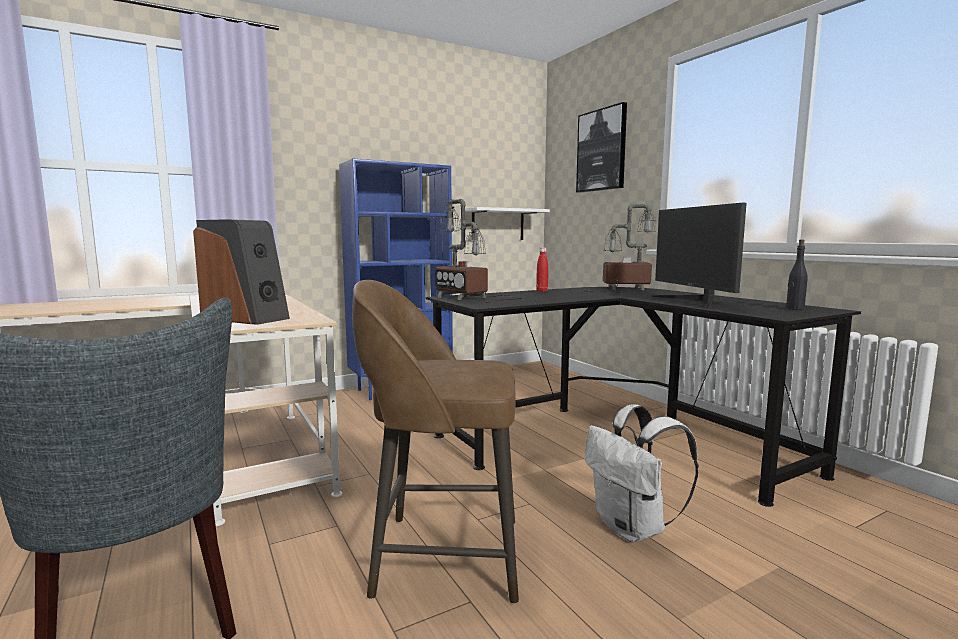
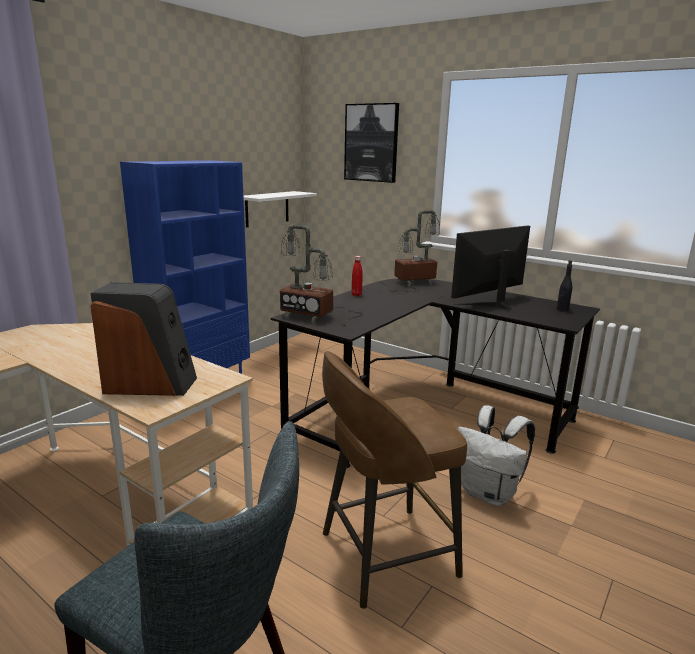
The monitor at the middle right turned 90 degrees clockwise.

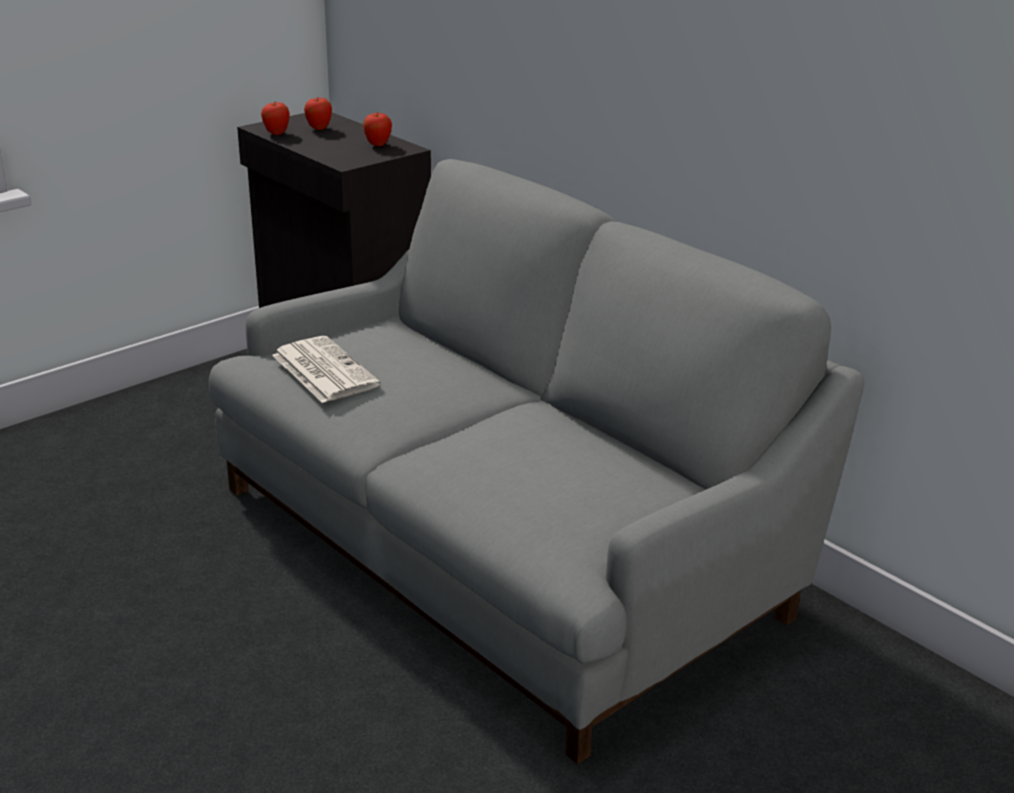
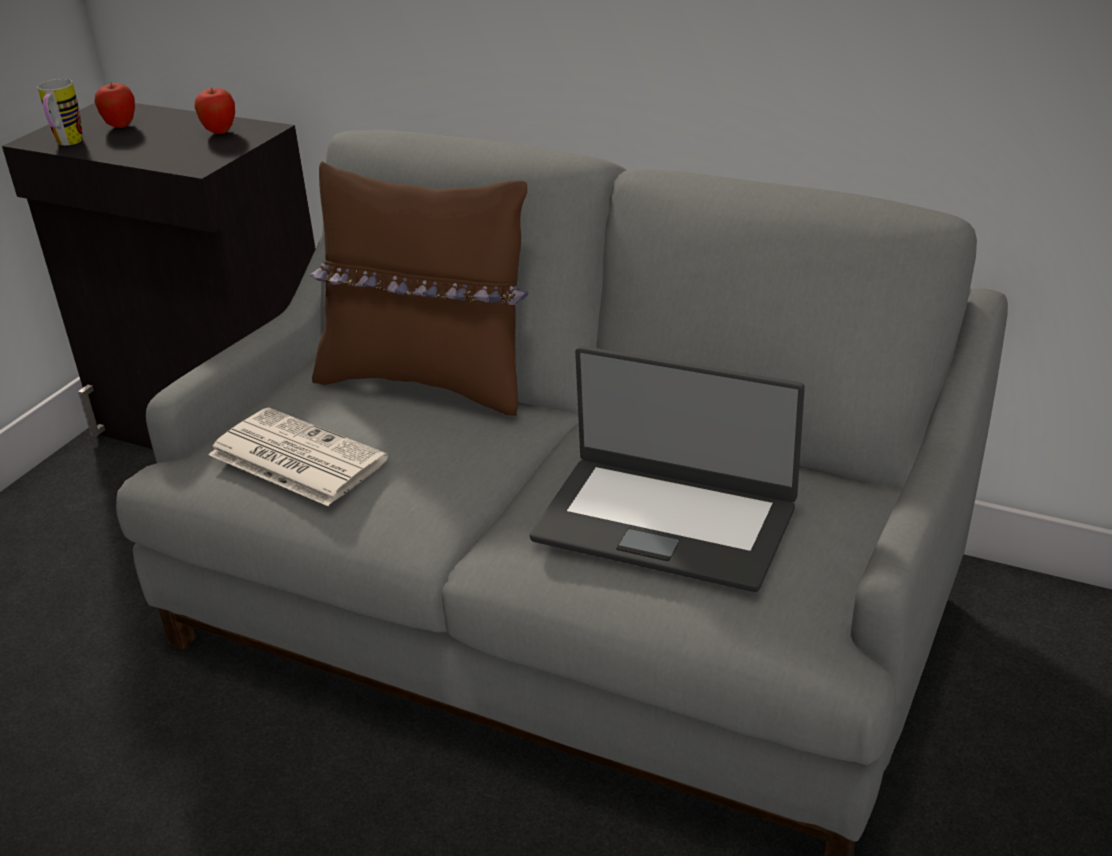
The pillow (brown) at the centre appeared.
The laptop at the centre appeared.
The apple (no. 1 from left) at the top left was replaced by the mug at the top left.

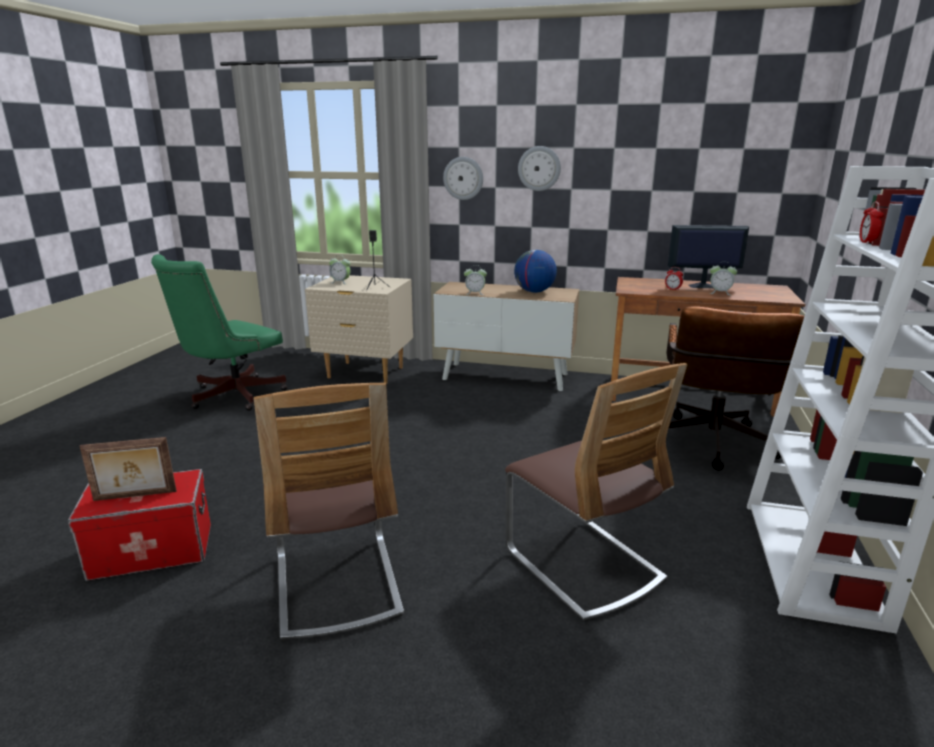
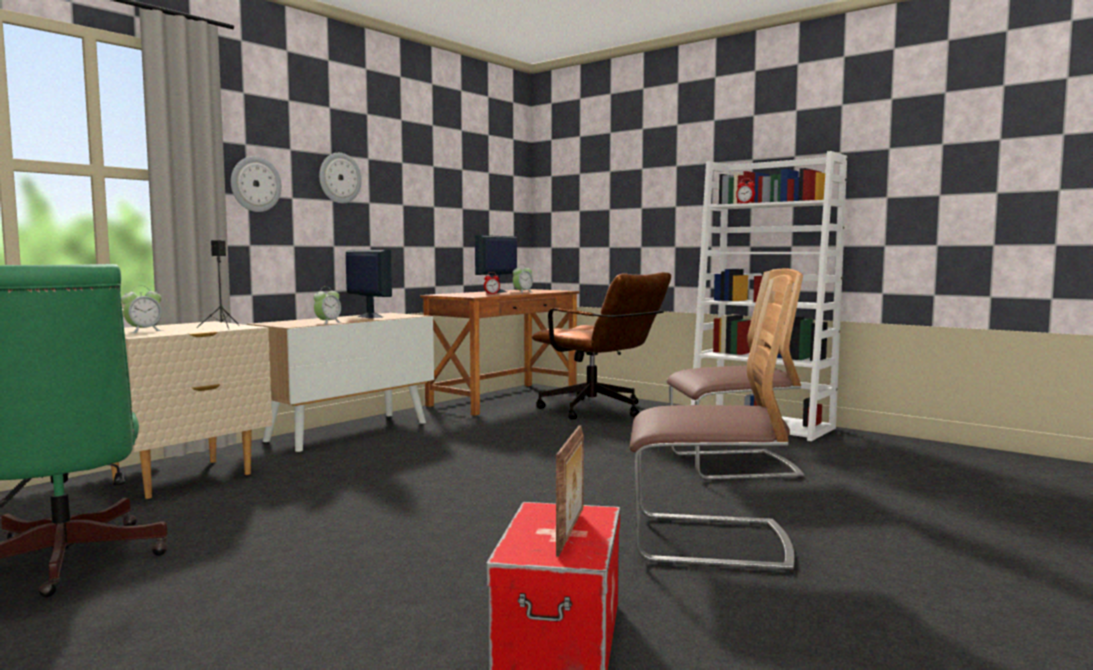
The globe at the centre was replaced by the monitor (no. 1 from left) at the centre.

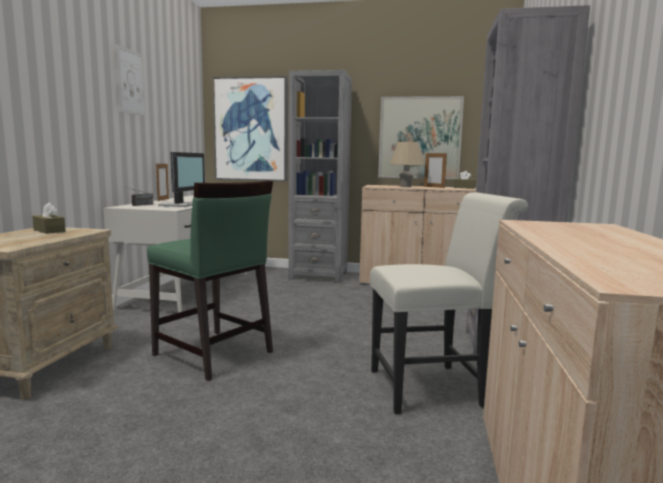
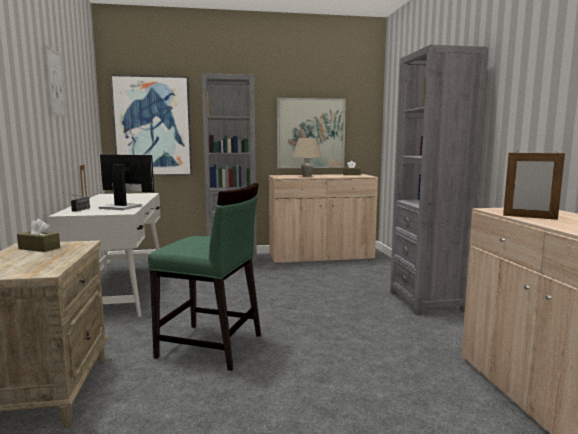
The chair (white) at the middle right disappeared.
The picture frame (no. 2 from left) moved from the centre to the middle right.
The monitor at the middle left turned 60 degrees counterclockwise.

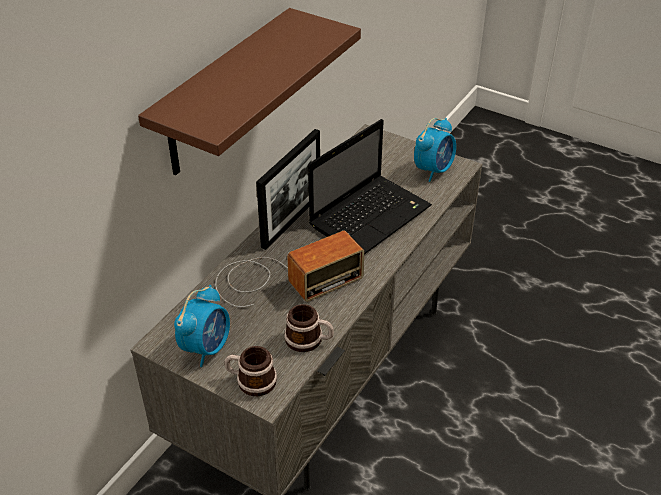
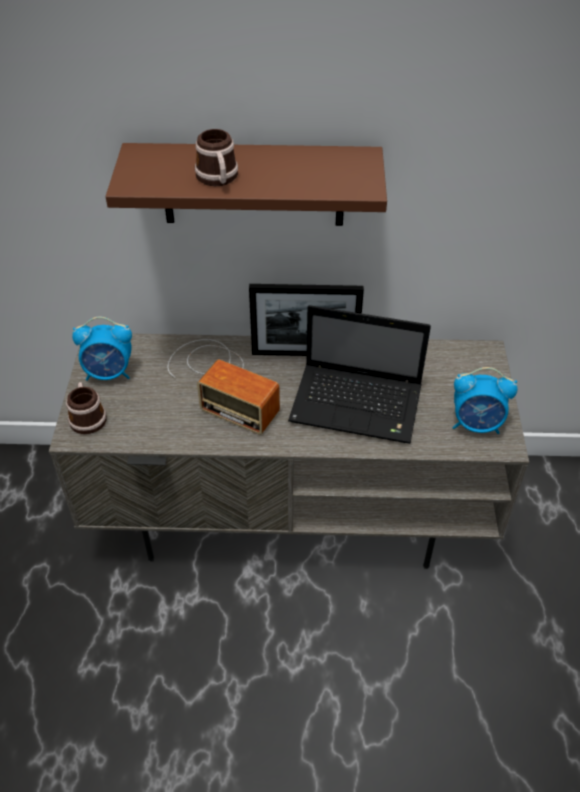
The mug (no. 2 from left) moved from the centre to the top centre.

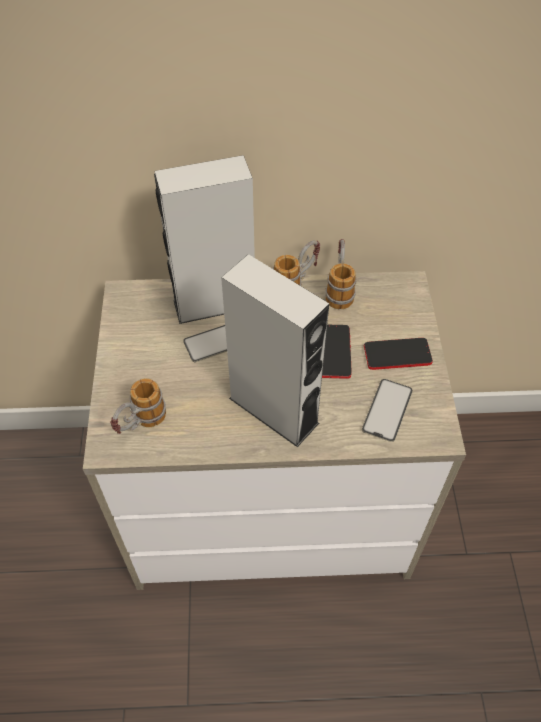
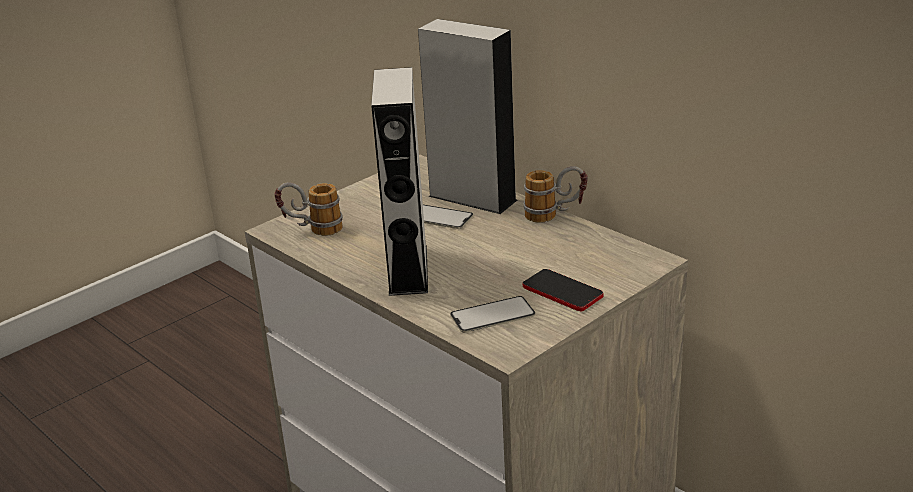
The phone (no. 2 from left) at the centre disappeared.
The mug (no. 3 from left) at the centre disappeared.

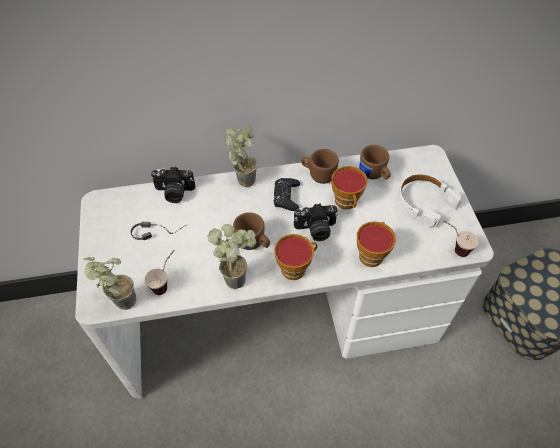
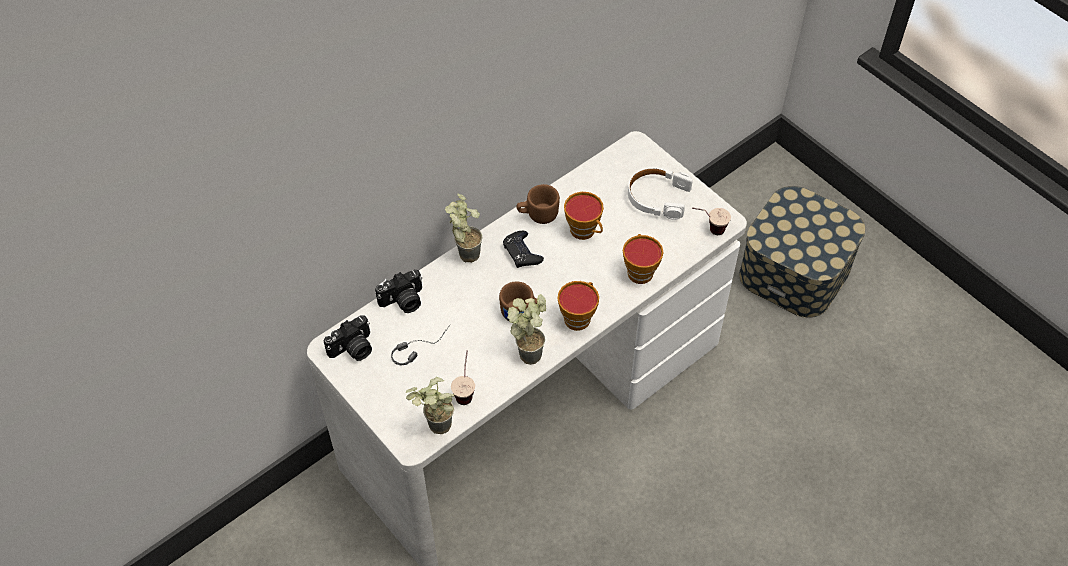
The mug (brown) (no. 3 from left) at the middle right disappeared.
The photo camera (no. 2 from left in the first image) moved from the centre to the middle left.

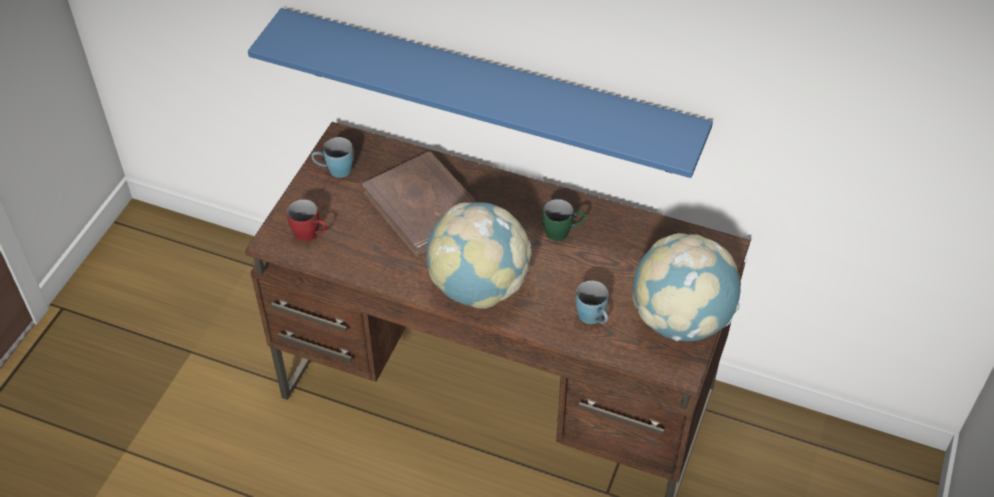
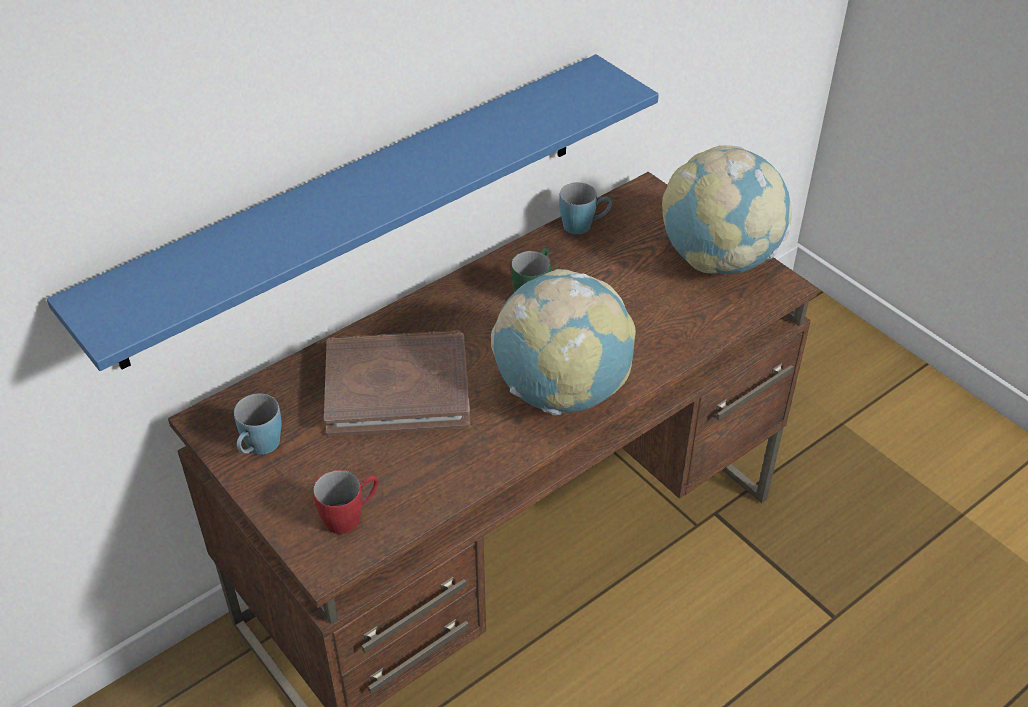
The mug (blue) (no. 2 from left) moved from the centre to the top centre.

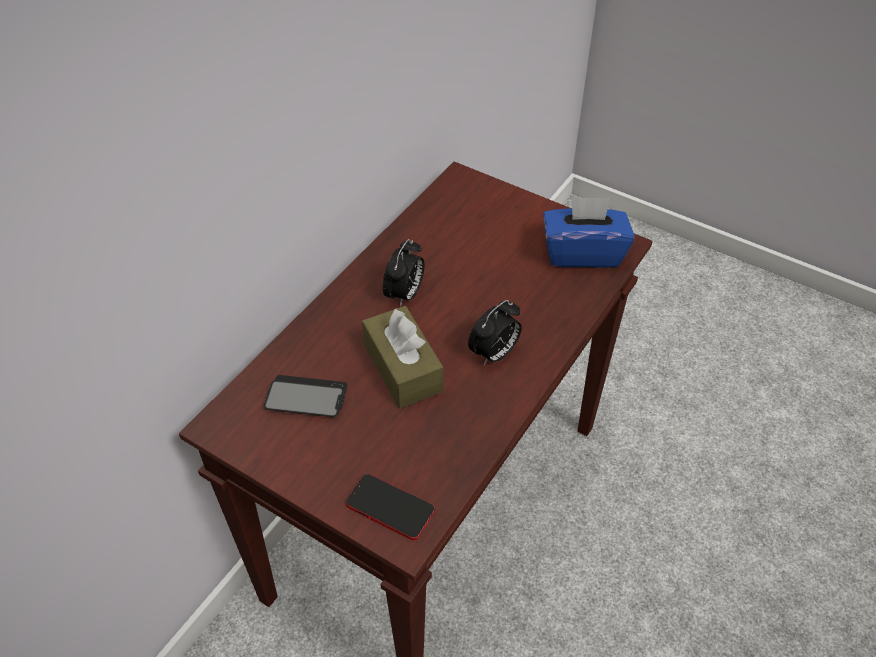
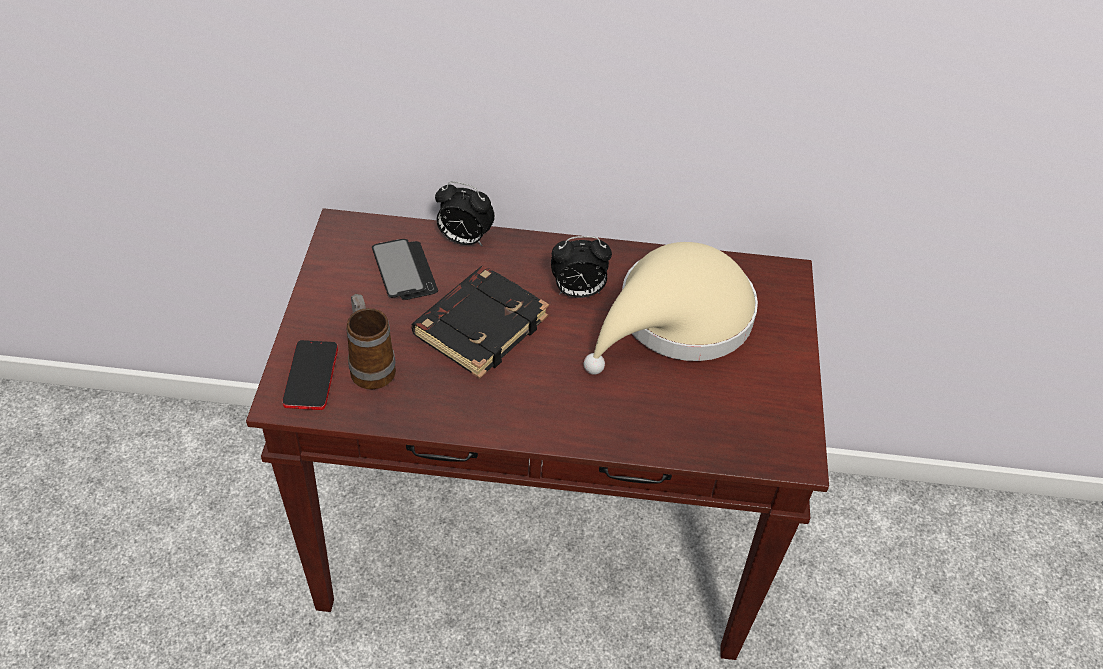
The tissue box (blue) at the middle right disappeared.
The mug at the centre appeared.
The hat (beige) at the centre appeared.
The alarm clock (no. 2 from left in the first image) moved from the centre to the top centre.
The tissue box (brown) at the centre was replaced by the book (black) at the centre.

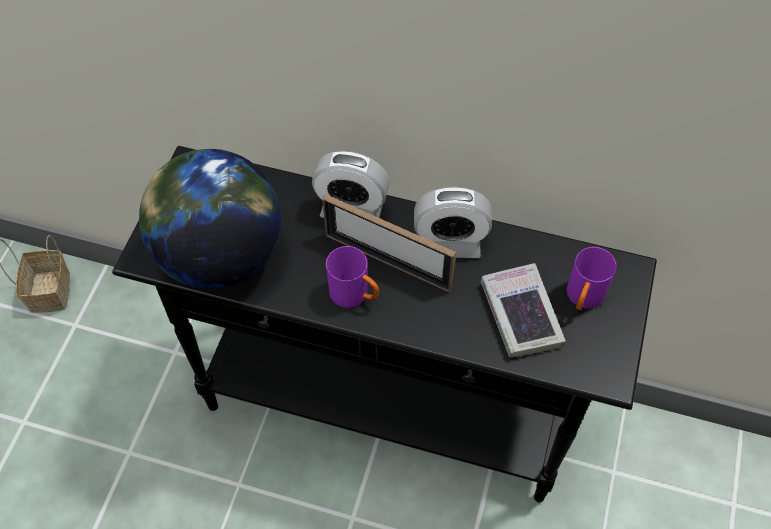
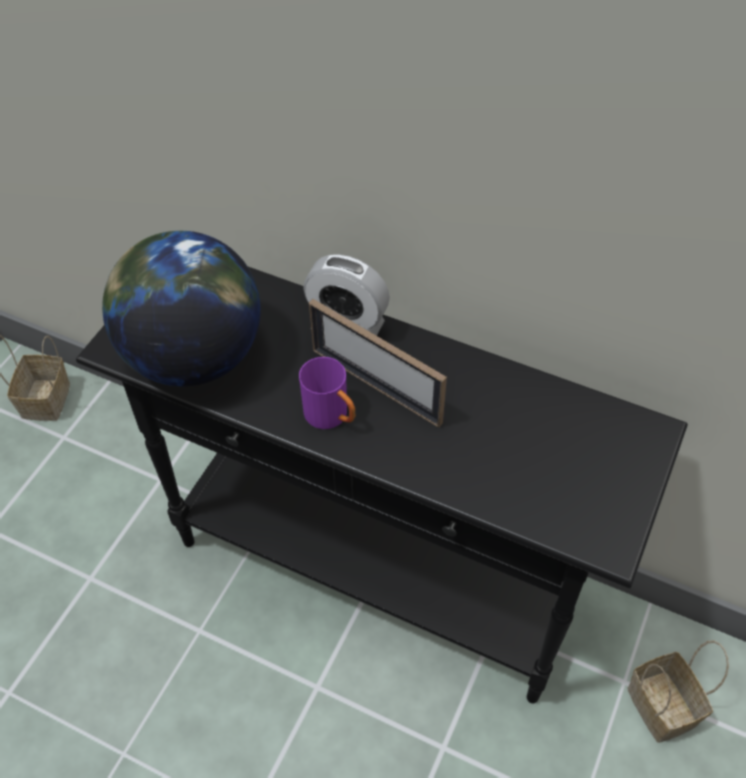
The alarm clock (no. 2 from left) at the centre disappeared.
The book at the middle right disappeared.
The mug (purple) (no. 2 from left) at the middle right disappeared.
The basket (no. 2 from left) at the bottom right appeared.

